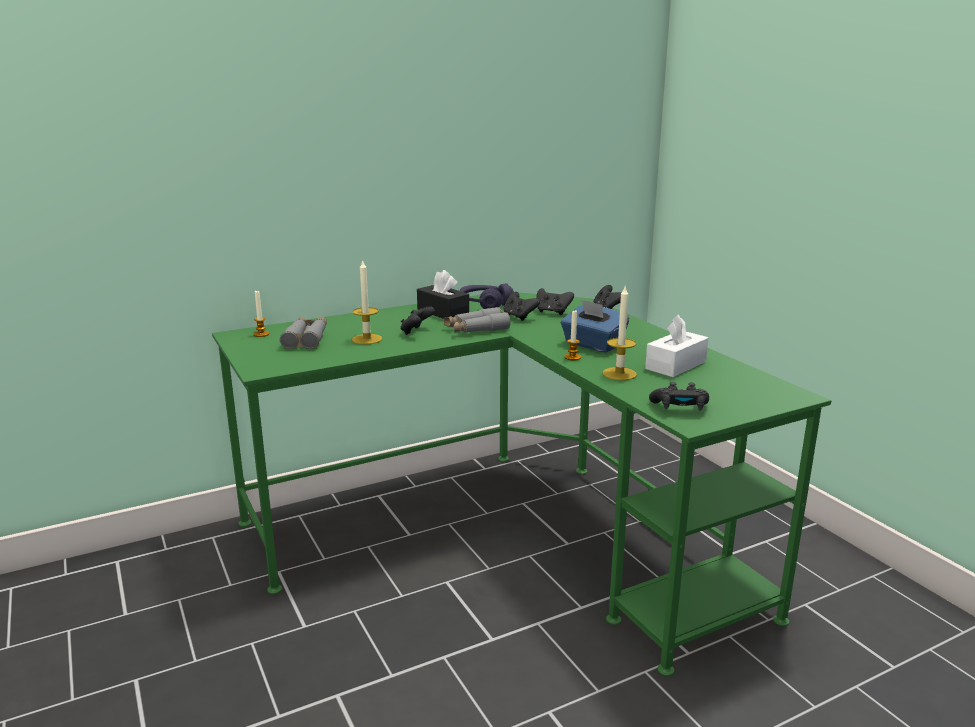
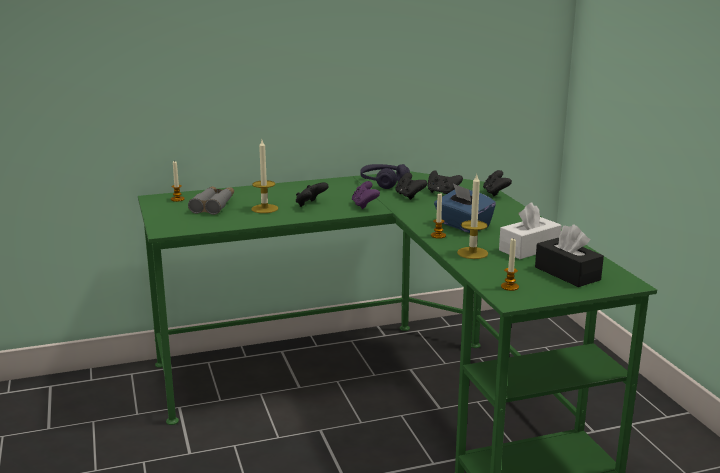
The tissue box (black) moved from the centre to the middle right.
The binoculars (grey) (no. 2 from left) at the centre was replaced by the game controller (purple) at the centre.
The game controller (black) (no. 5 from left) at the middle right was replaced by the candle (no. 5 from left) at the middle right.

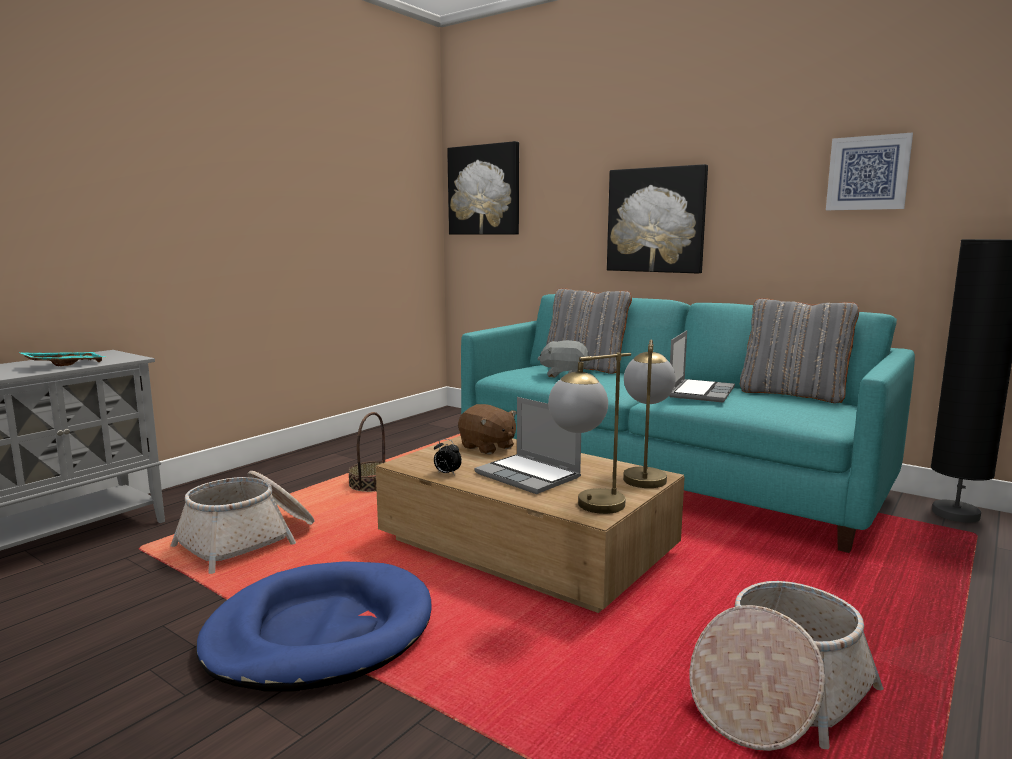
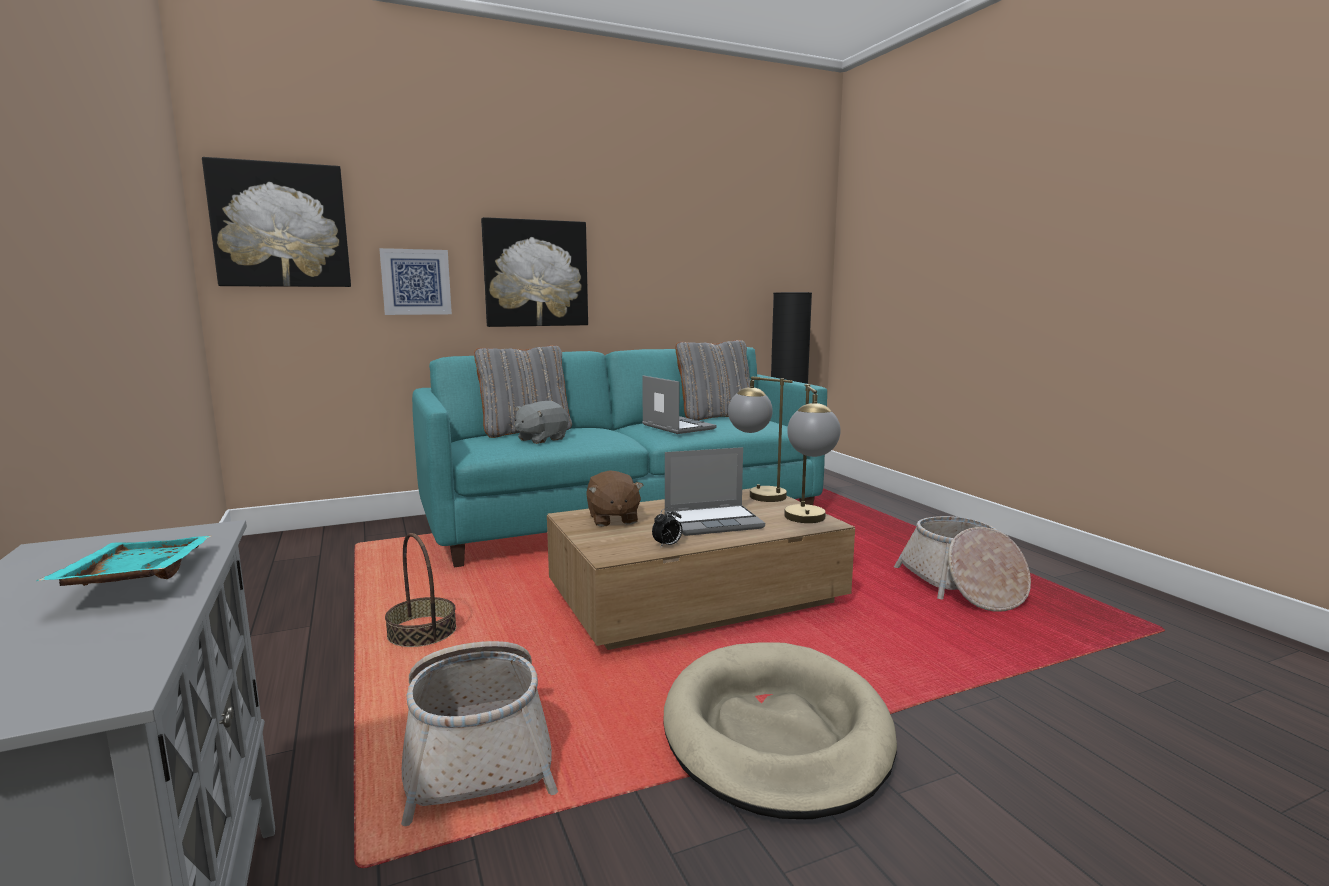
The picture (no. 3 from left in the first image) moved from the top right to the top left.
The dog bed (blue) at the bottom left became the dog bed (beige) at the bottom centre.
The plush toy (brown) at the centre turned 90 degrees clockwise.

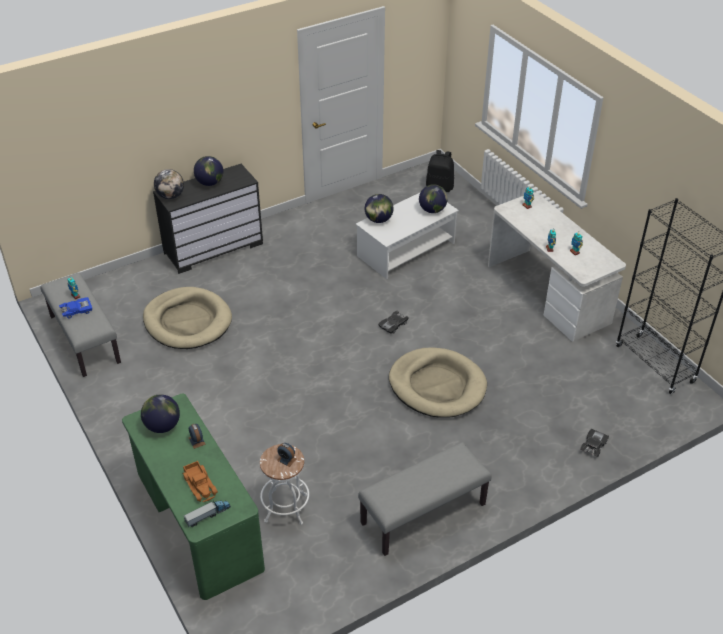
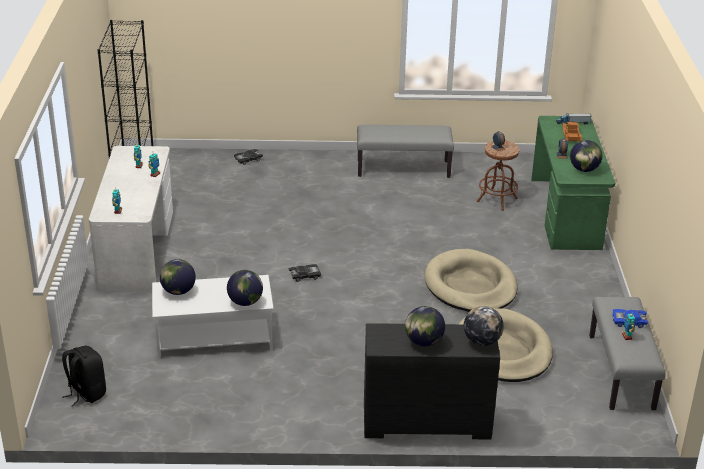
The dog bed (beige) (no. 2 from left in the first image) moved from the centre to the middle right.
The stool (white) at the bottom centre became the stool (brown) at the middle right.

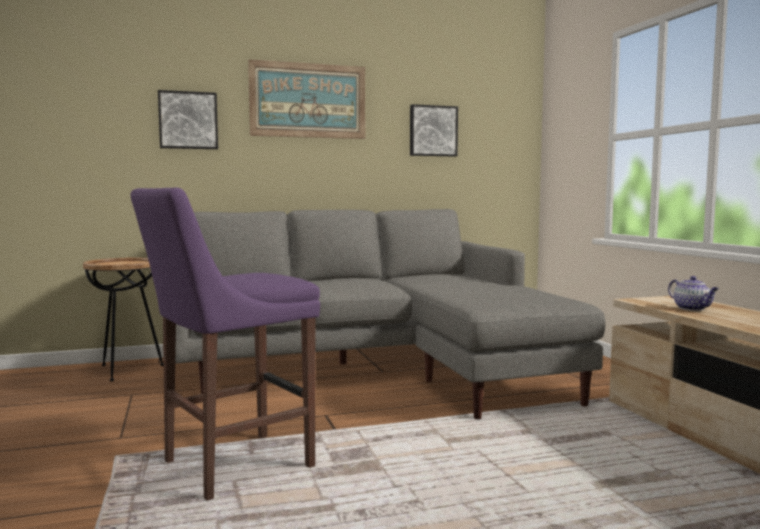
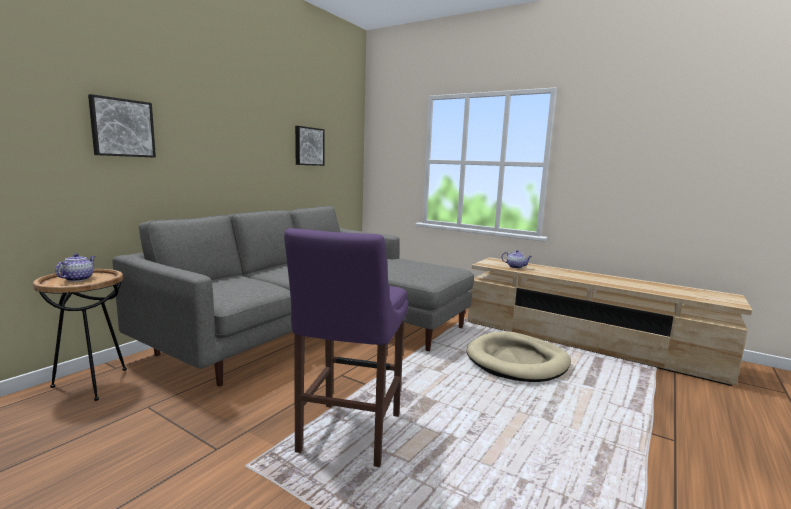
The picture (no. 2 from left) at the top centre disappeared.
The teapot (no. 1 from left) at the middle left appeared.
The dog bed (beige) at the bottom centre appeared.

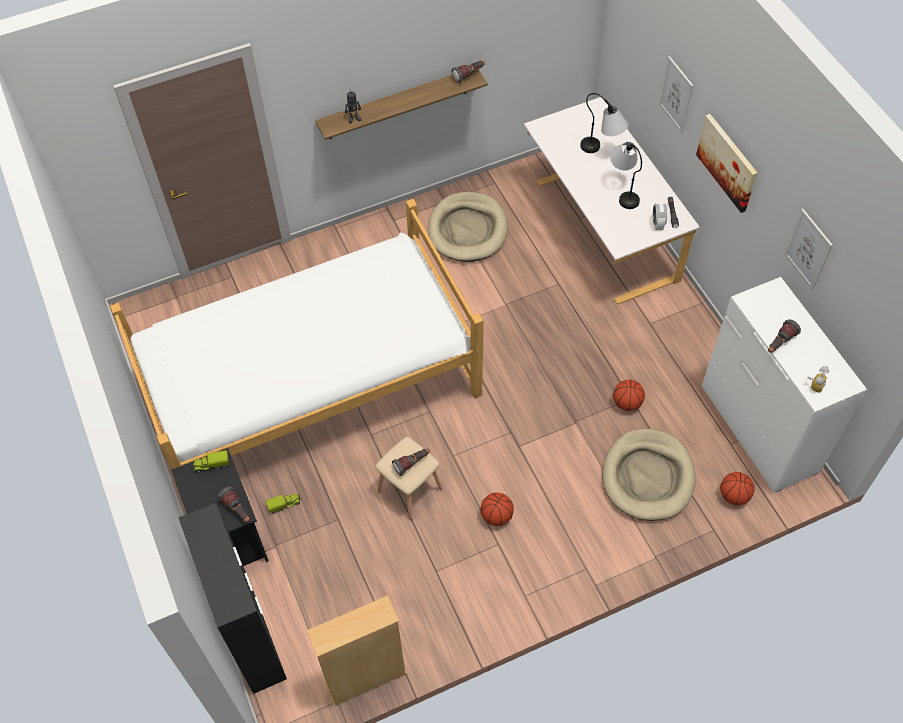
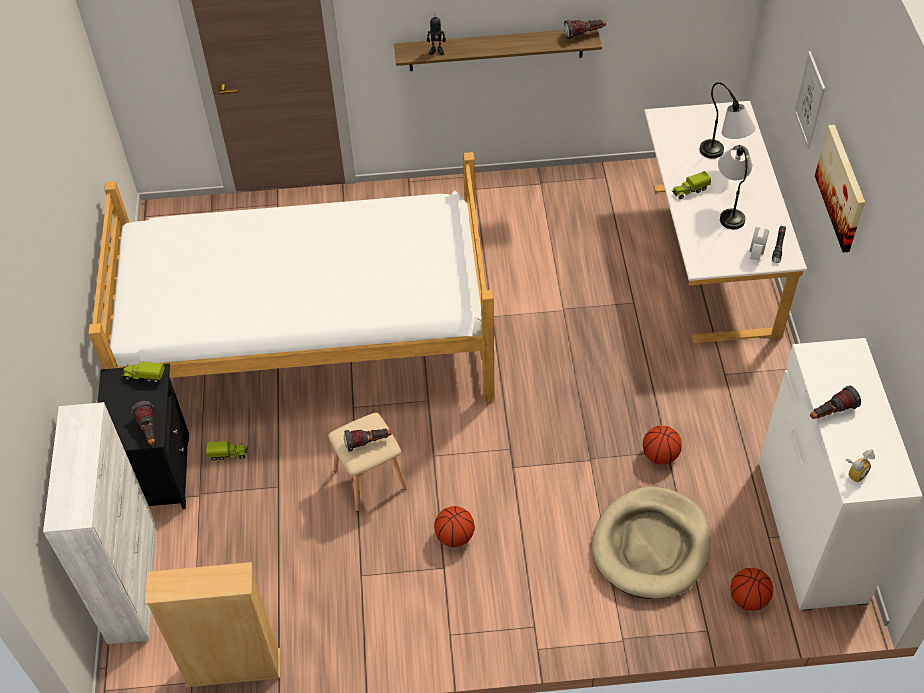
The dog bed (beige) (no. 1 from left) at the top centre disappeared.
The picture (no. 3 from left) at the middle right disappeared.
The toy truck (no. 3 from left) at the top right appeared.
The cabinet (black) at the bottom left became the cabinet (white) at the bottom left.

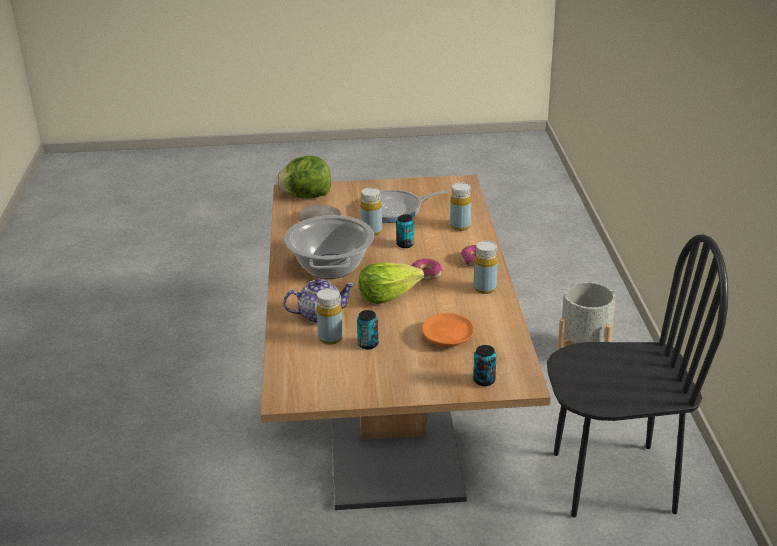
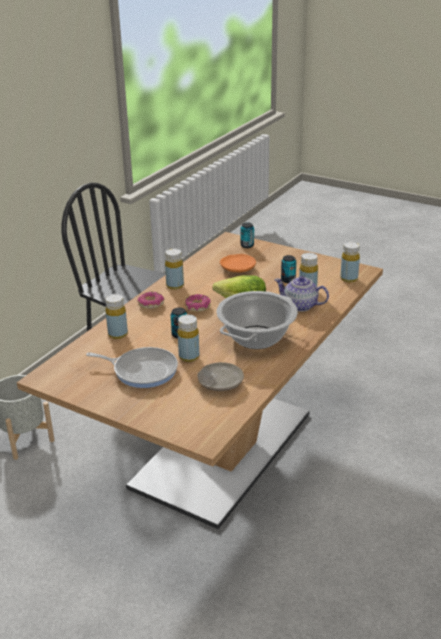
The lettuce (no. 1 from left) at the top centre disappeared.
The bottle (yellow) (no. 5 from left) at the middle right appeared.

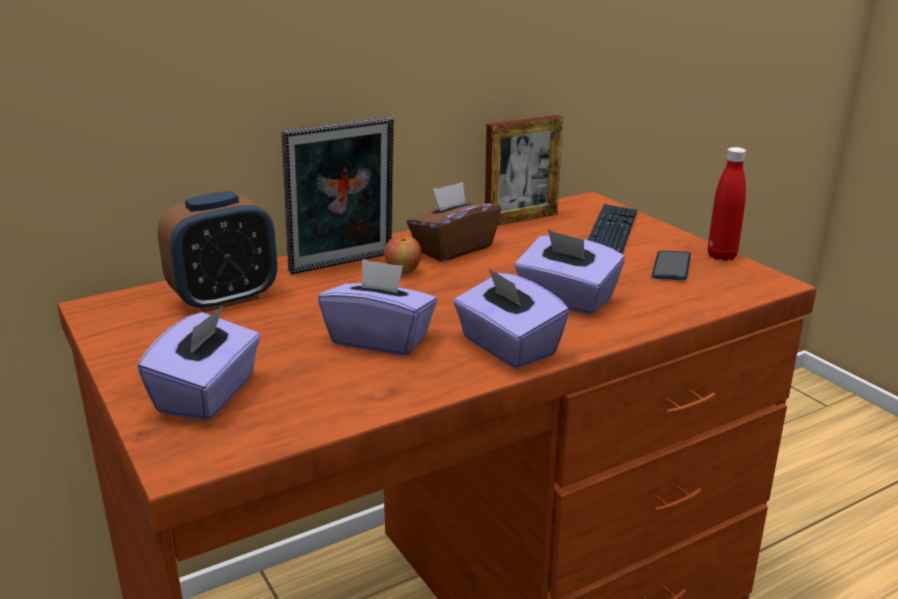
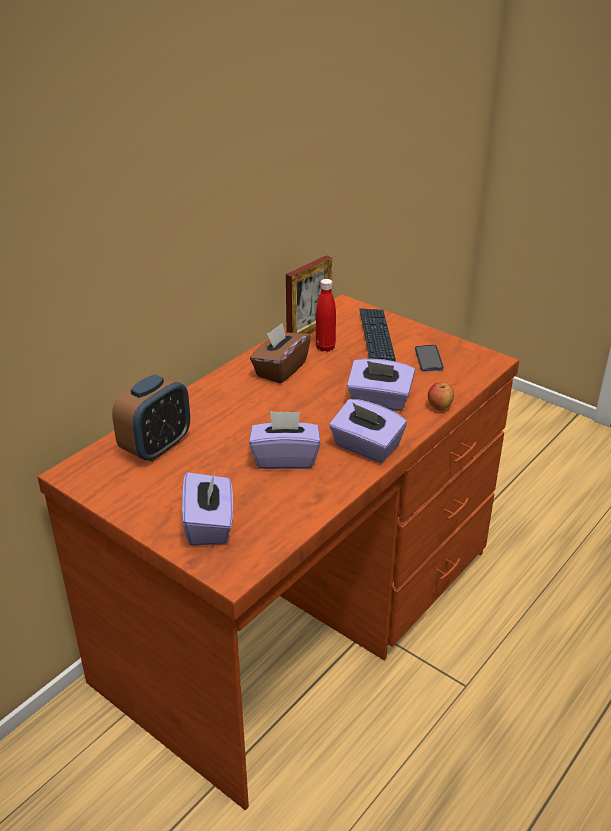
The picture frame (no. 1 from left) at the top centre disappeared.
The apple moved from the centre to the middle right.
The bottle (red) moved from the middle right to the centre.

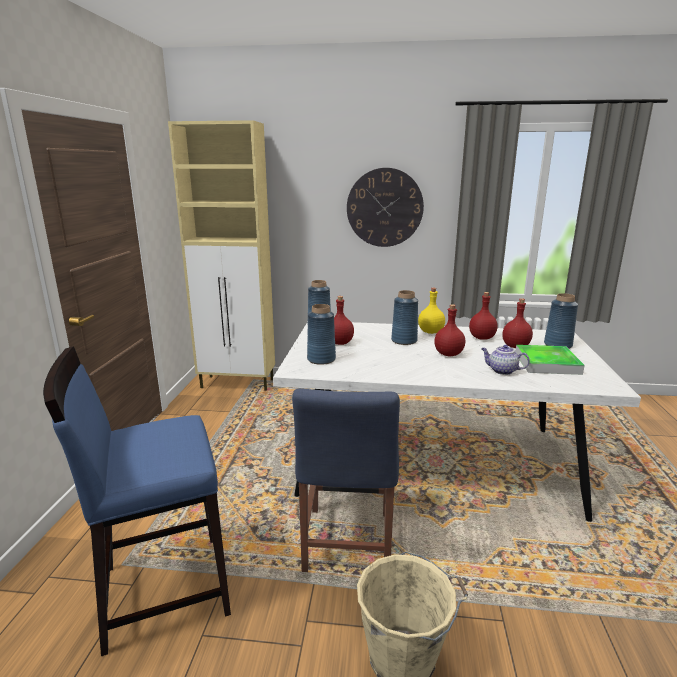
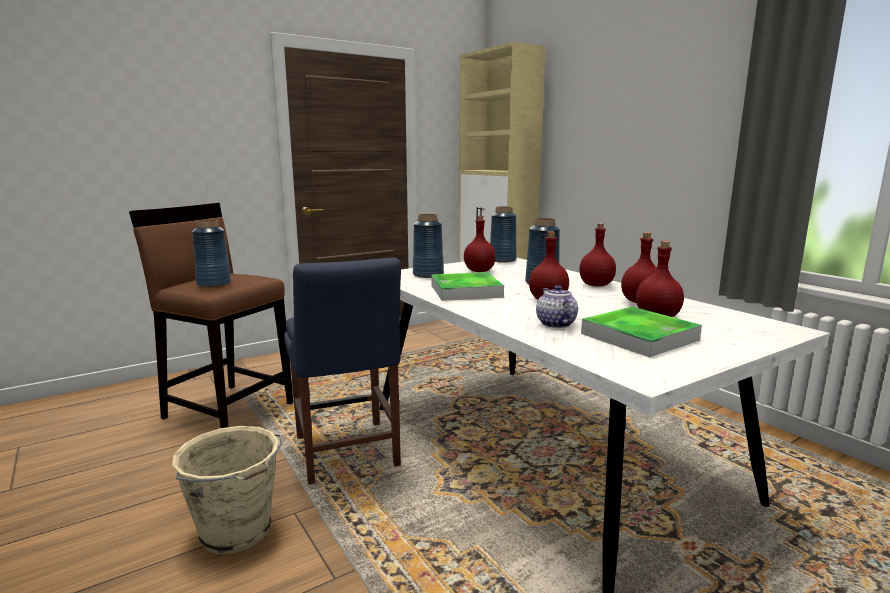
The wall clock at the top centre disappeared.
The tray (no. 1 from left) at the centre appeared.
The vase (blue) (no. 4 from left in the first image) moved from the middle right to the middle left.
The stool (blue) at the bottom left became the stool (brown) at the middle left.
The bottle (yellow) at the centre became the bottle (red) (no. 3 from left) at the middle right.
The chair (blue) at the bottom centre turned 75 degrees counterclockwise.

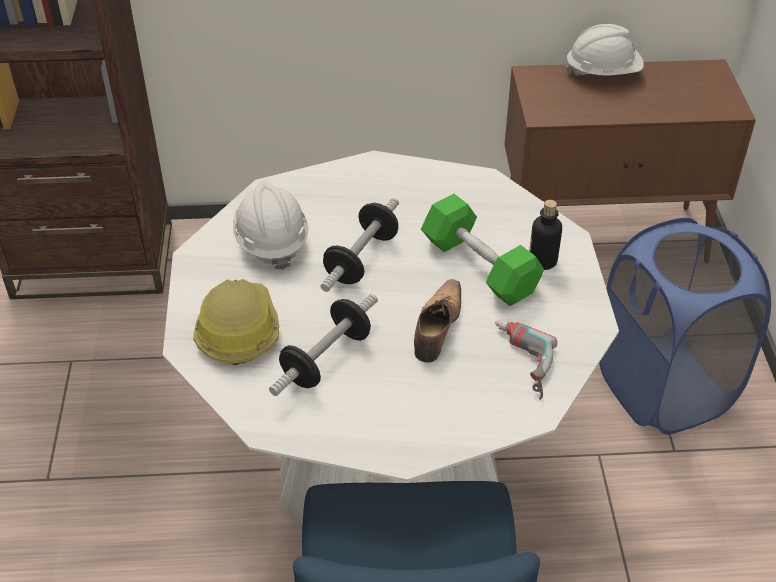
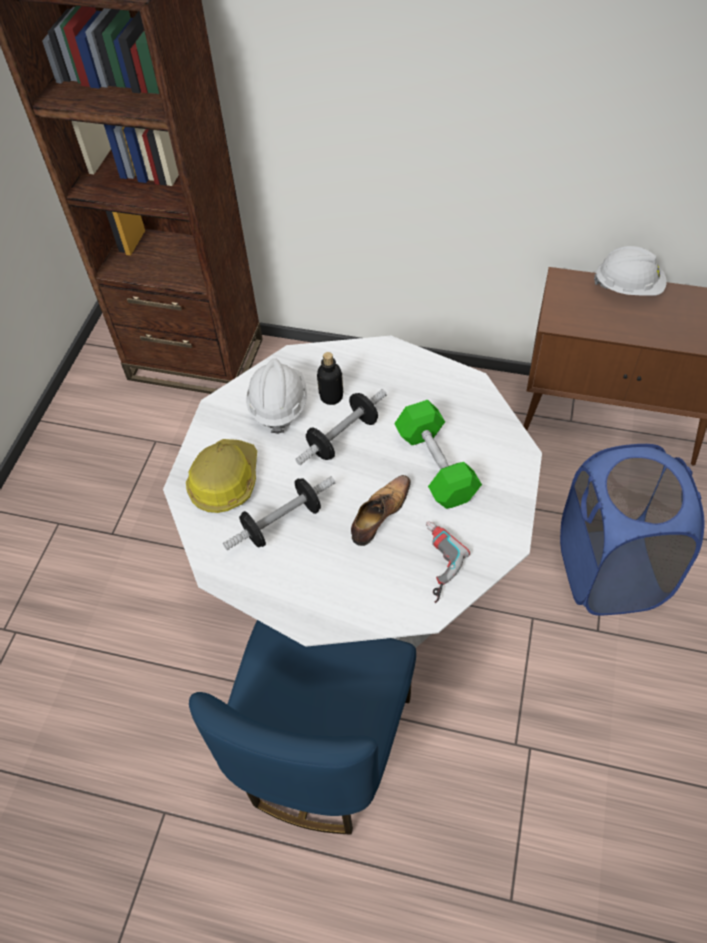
The bottle moved from the middle right to the centre.

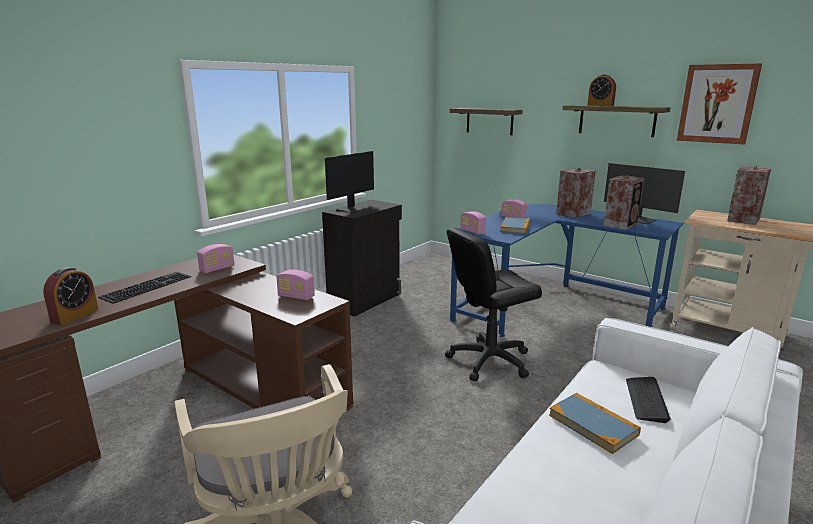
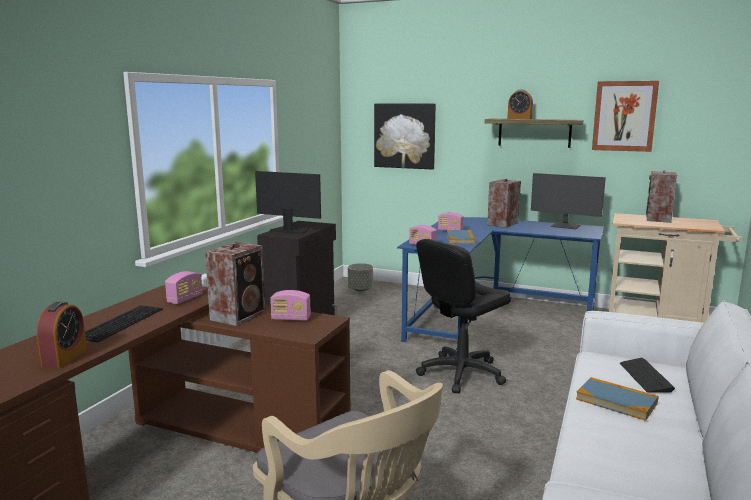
The planter (grey) at the centre appeared.
The speaker (no. 2 from left in the first image) moved from the middle right to the middle left.
The shelf (no. 1 from left) at the top centre was replaced by the picture (no. 1 from left) at the top centre.
The monitor (no. 1 from left) at the centre turned 90 degrees counterclockwise.

